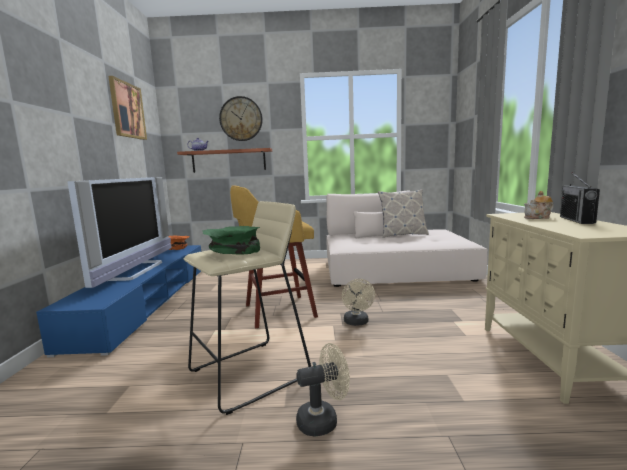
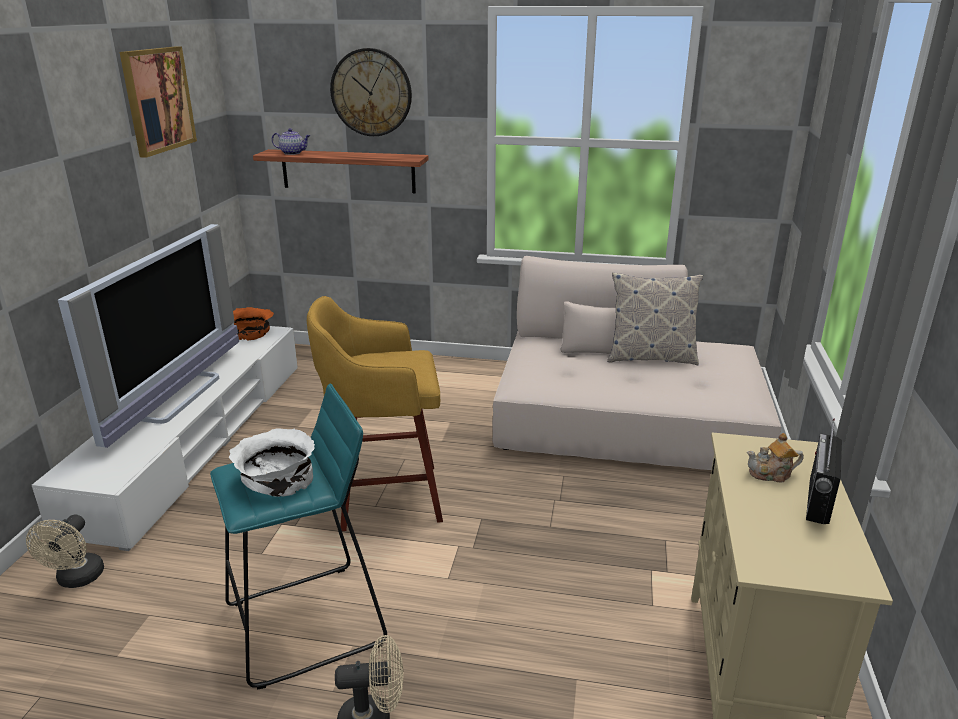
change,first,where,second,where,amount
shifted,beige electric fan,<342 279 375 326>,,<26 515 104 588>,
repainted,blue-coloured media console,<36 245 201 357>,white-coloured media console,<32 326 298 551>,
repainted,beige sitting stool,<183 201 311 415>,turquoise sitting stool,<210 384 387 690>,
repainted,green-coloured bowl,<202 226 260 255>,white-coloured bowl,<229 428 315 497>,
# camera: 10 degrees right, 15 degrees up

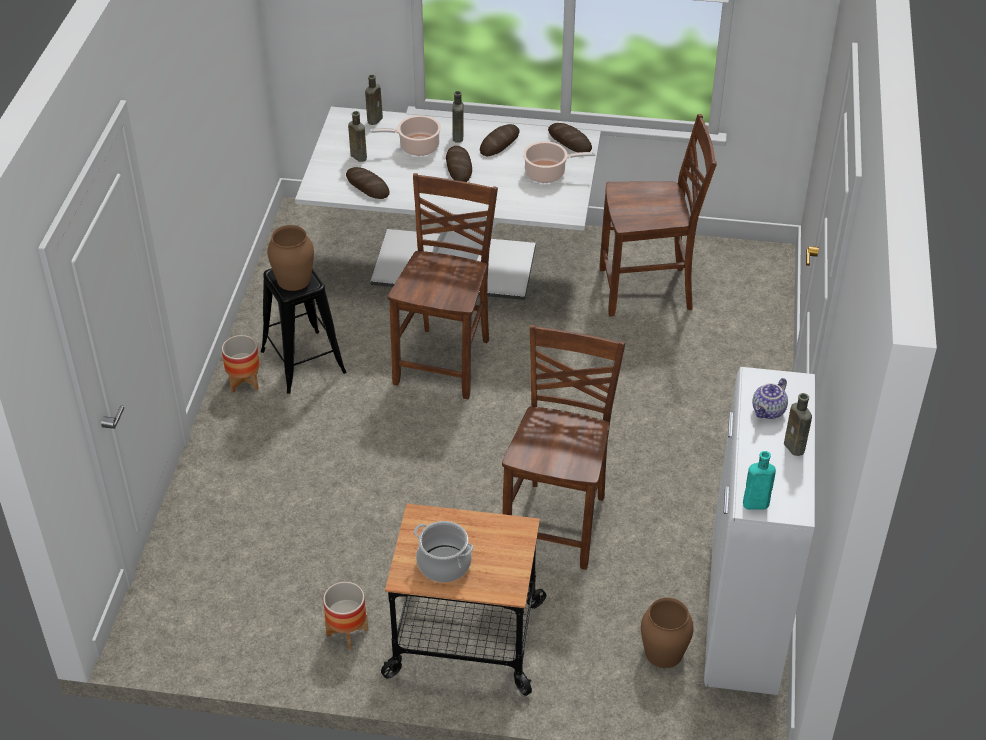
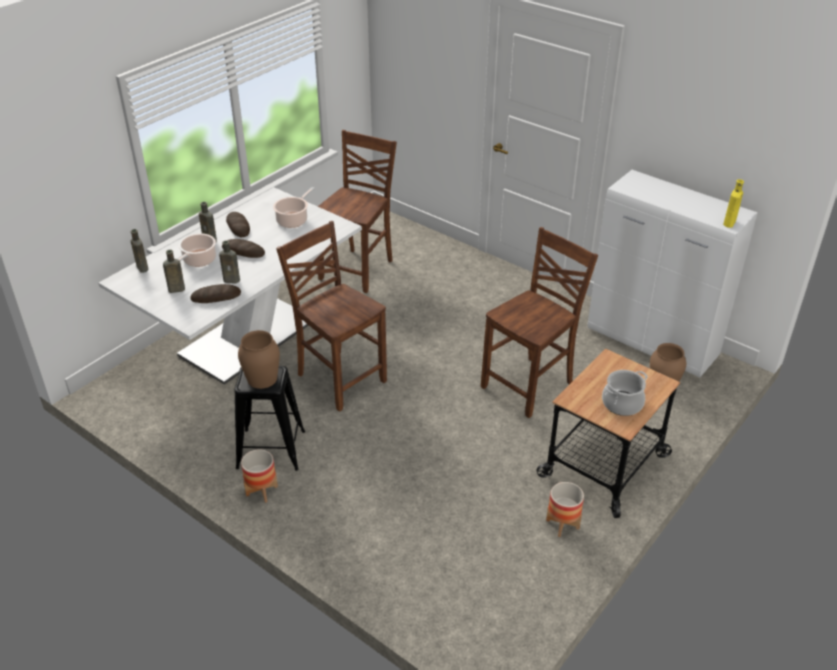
change,first,where,second,where,amount
gone,baked bread,<548 123 592 152>,,,
gone,pot for tea,<752 378 788 419>,,,
shifted,brown drink bottle,<784 393 812 456>,,<219 240 240 283>,
repainted,turquoise drink bottle,<743 451 776 510>,yellow-coloured drink bottle,<723 179 744 228>,
rotated,brown upright chair,<502 325 626 570>,,<481 227 598 418>,90 degrees clockwise
# camera: 60 degrees left, 5 degrees down

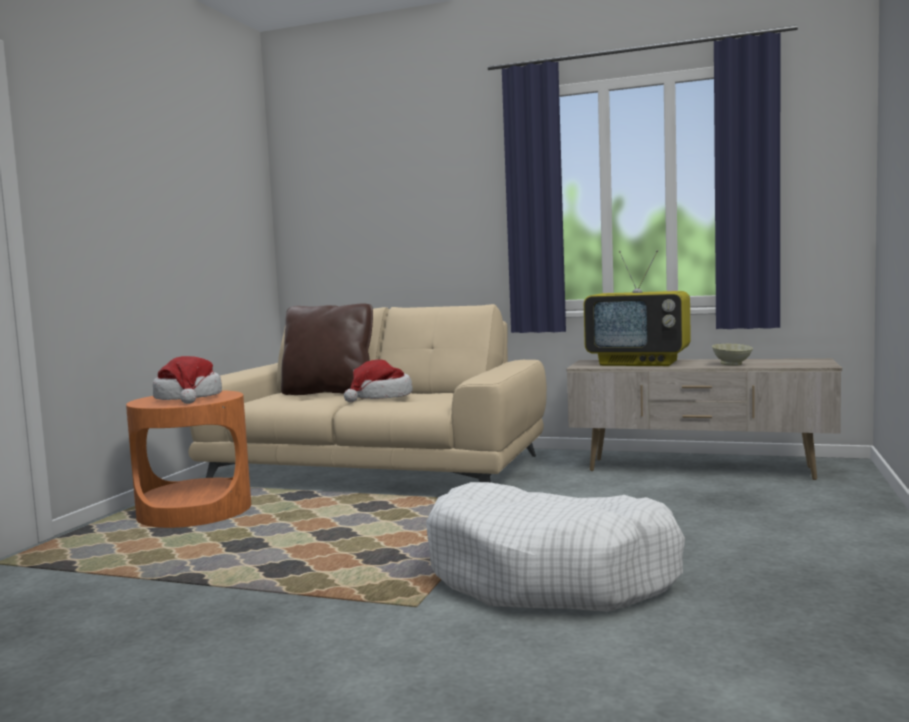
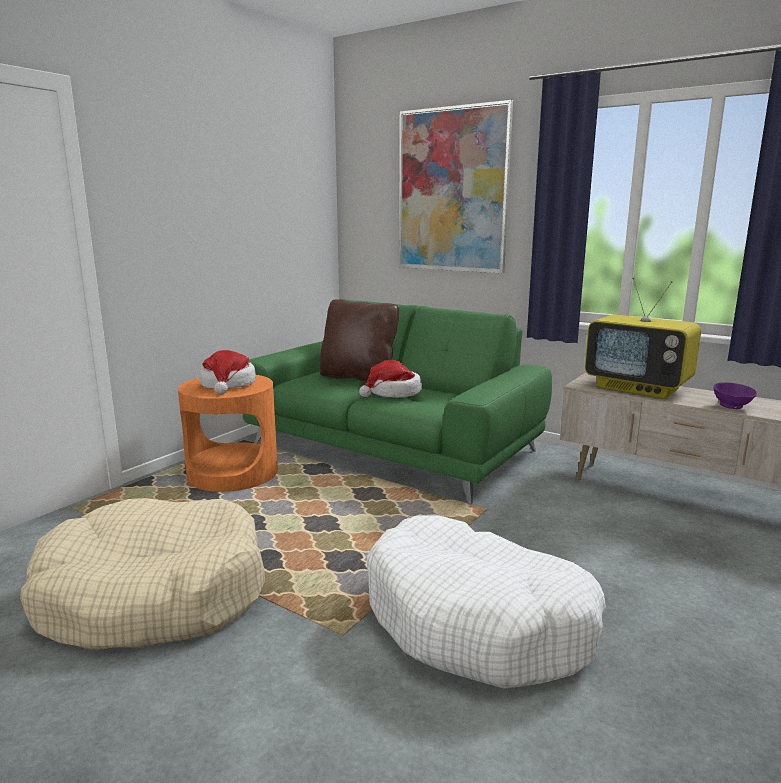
change,first,where,second,where,amount
new,,,beige pet bed,<20 498 265 651>,
new,,,wall picture,<399 100 513 273>,
repainted,beige settee,<188 304 547 483>,green-coloured settee,<243 299 552 504>,
repainted,beige bowl,<712 344 753 366>,purplish bowl,<713 382 757 409>,
# camera: 15 degrees right, 10 degrees up

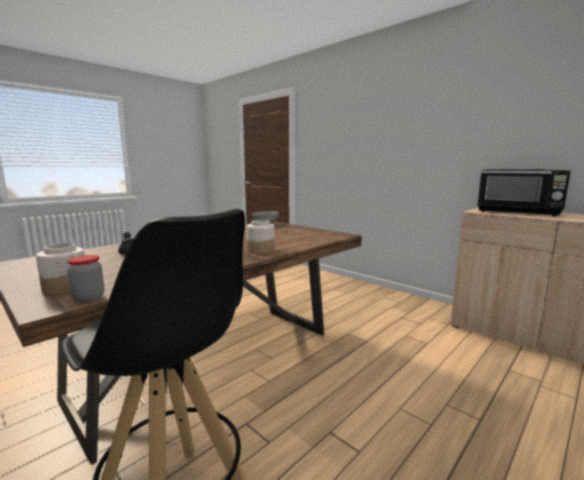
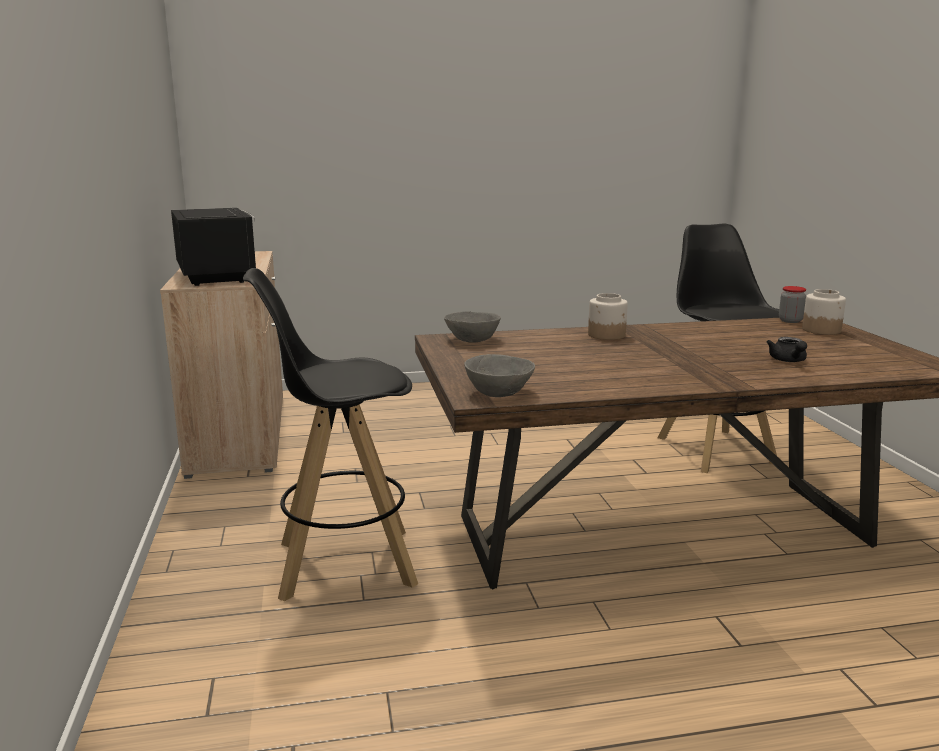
change,first,where,second,where,amount
new,,,blackish sitting stool,<243 268 418 601>,
new,,,gray bowl,<444 311 501 343>,
# camera: 145 degrees left, 5 degrees up

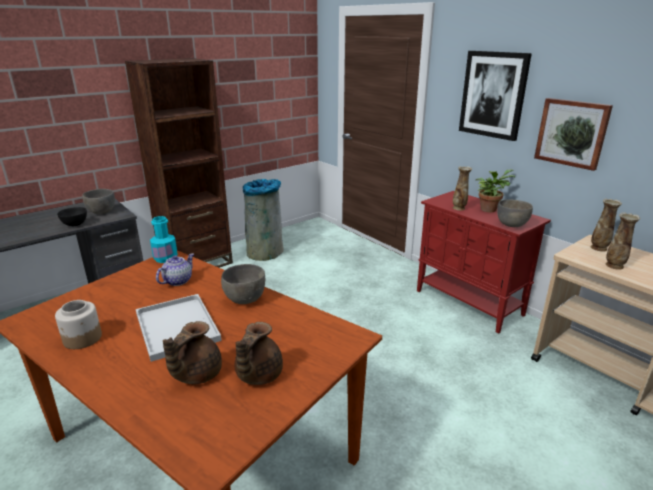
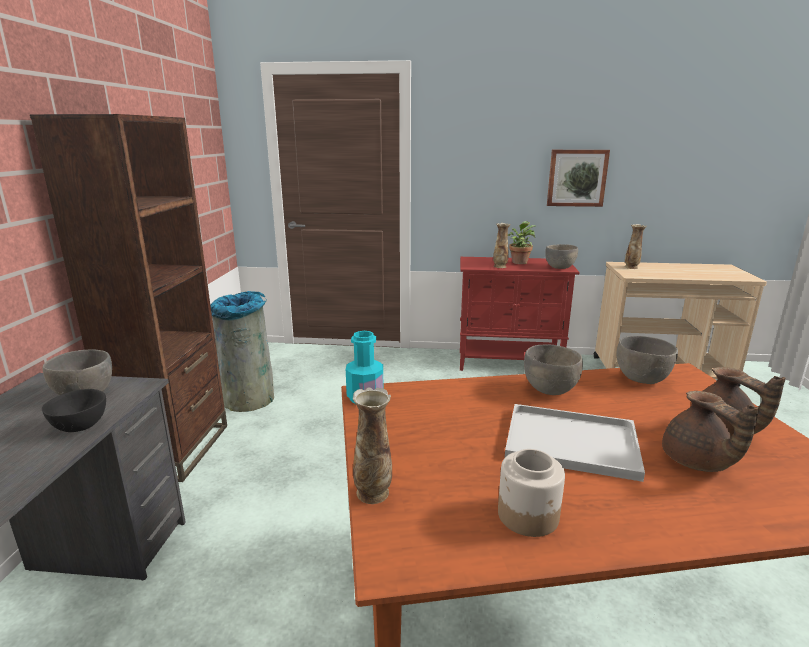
change,first,where,second,where,amount
gone,pot for tea,<156 254 194 286>,,,
gone,wall picture,<459 51 532 141>,,,
new,,,gray bowl,<617 336 678 384>,
shifted,flower vase,<606 212 640 270>,,<353 387 392 504>,
# camera: 45 degrees left, 5 degrees down

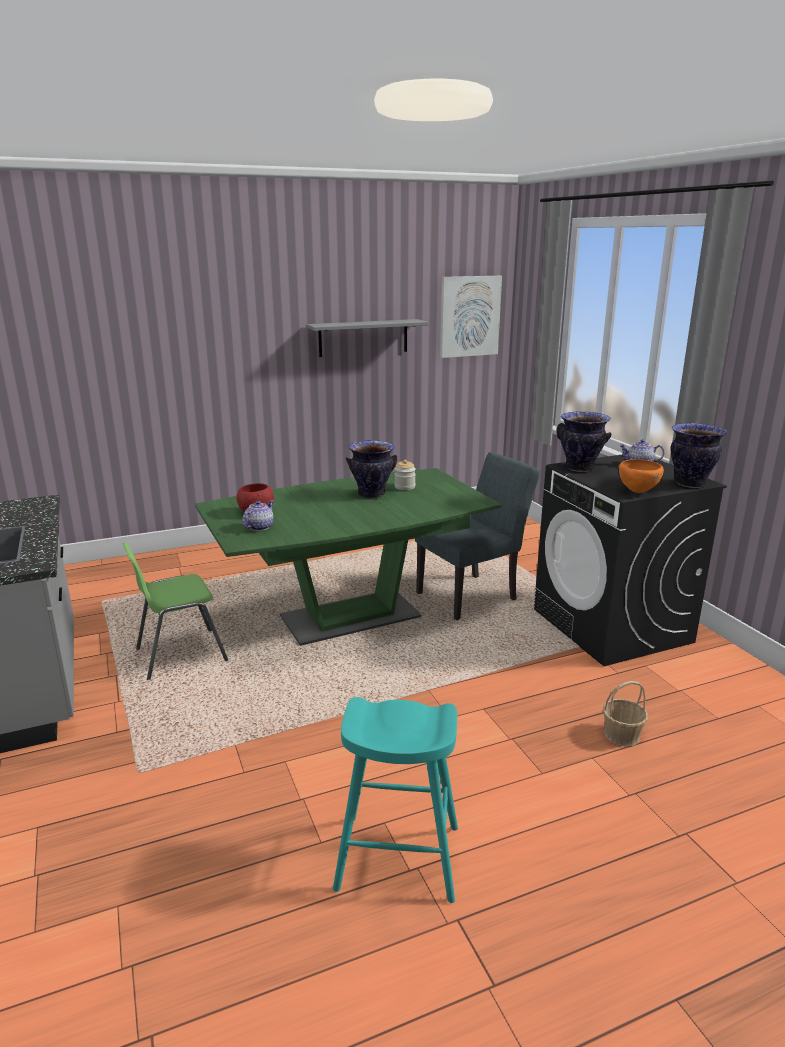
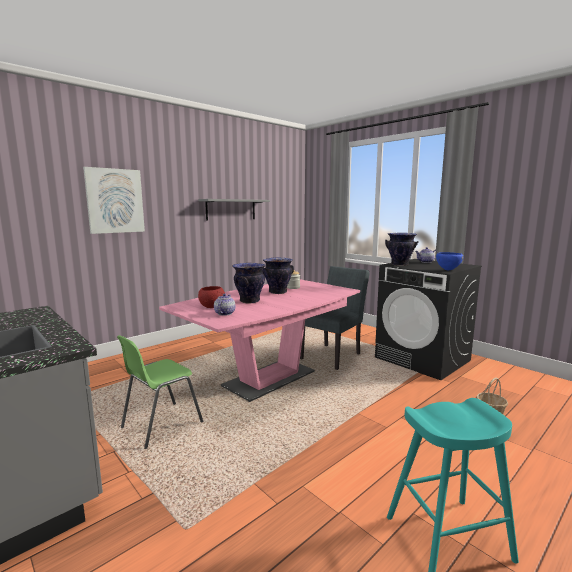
change,first,where,second,where,amount
shifted,wall picture,<440 276 502 358>,,<83 167 145 234>,
shifted,flower vase,<671 423 727 488>,,<232 263 266 303>,
repainted,green-coloured dining table,<195 468 501 646>,pink-coloured dining table,<159 279 360 402>,
repainted,orange-coloured bowl,<619 459 664 493>,blue-coloured bowl,<436 252 463 270>,
# camera: 20 degrees left, 10 degrees down

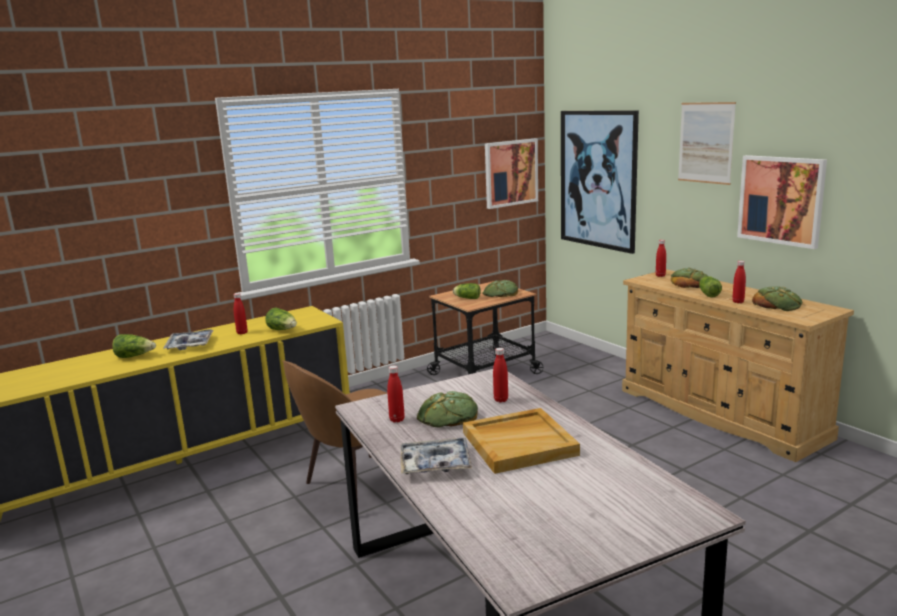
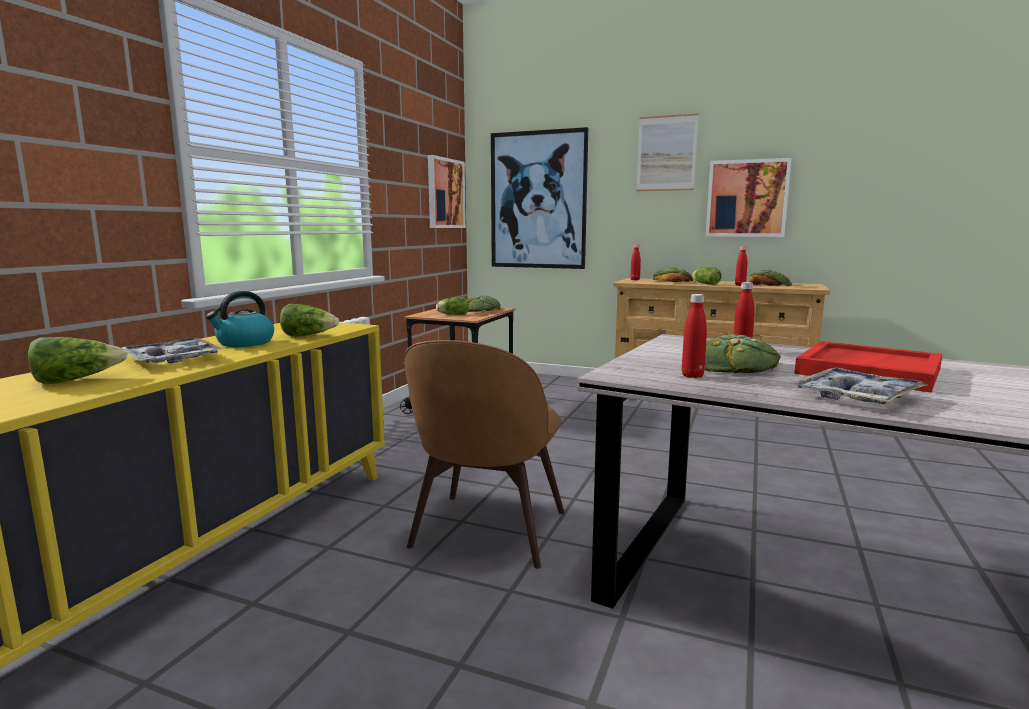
change,first,where,second,where,amount
swapped,red drink bottle,<234 293 248 334>,water kettle,<206 291 274 347>,
repainted,beige carrying tray,<463 408 580 474>,red carrying tray,<794 341 943 393>,
# camera: 35 degrees left, 5 degrees down

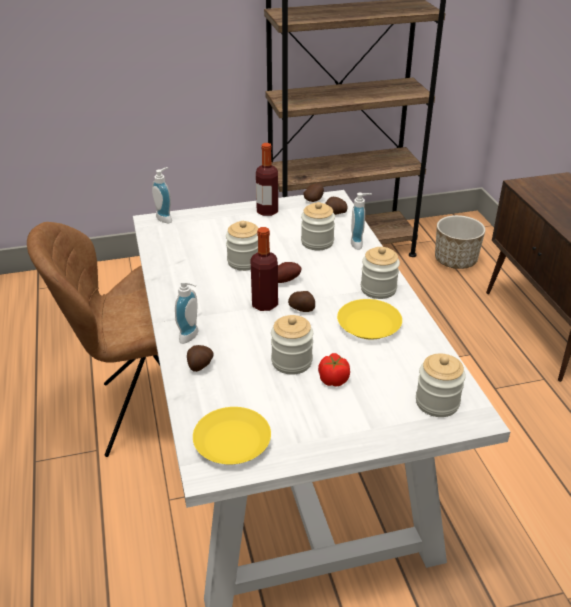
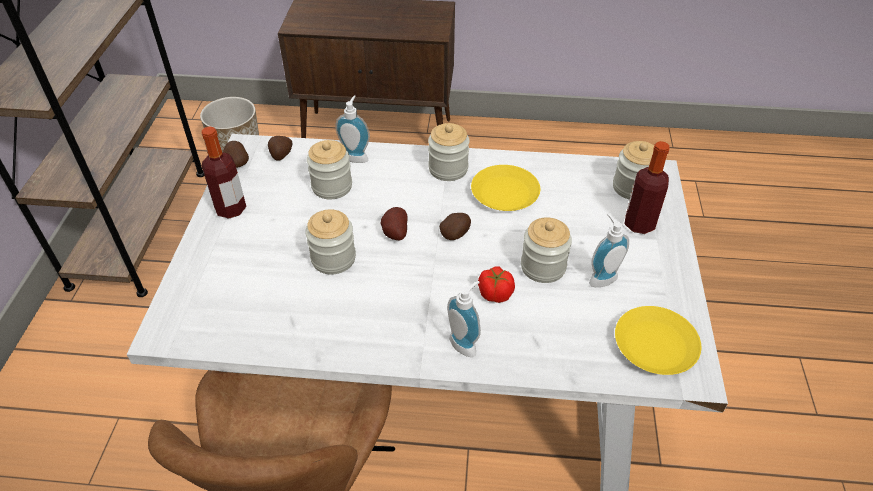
change,first,where,second,where,amount
gone,whole potato,<187 345 214 372>,,,
shifted,soap dispenser,<152 167 172 223>,,<589 213 629 287>,
shifted,drink bottle,<251 227 278 311>,,<624 141 669 234>,
shifted,whole tomato,<318 353 350 387>,,<478 266 515 303>,
# camera: 70 degrees left, 10 degrees up

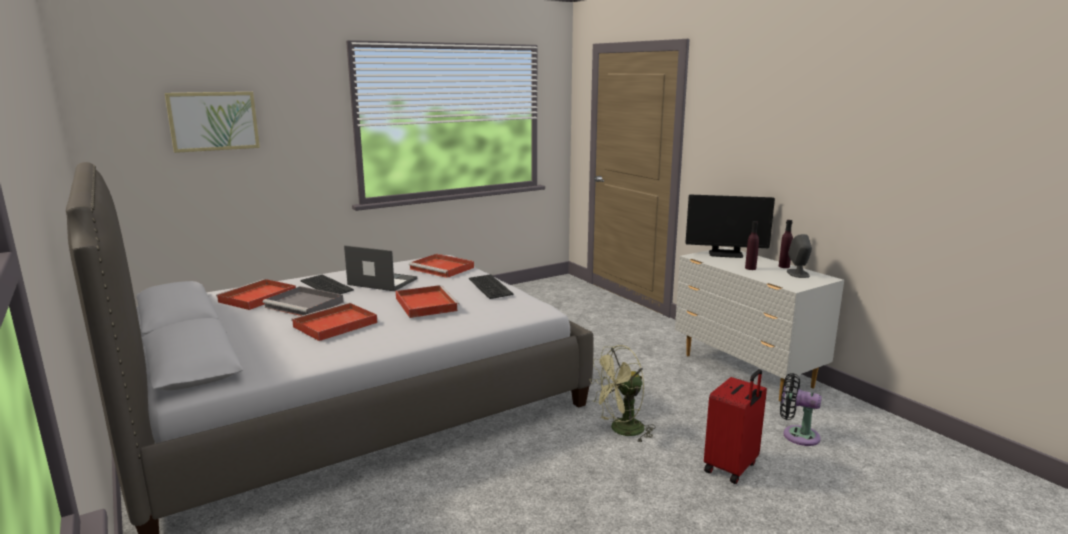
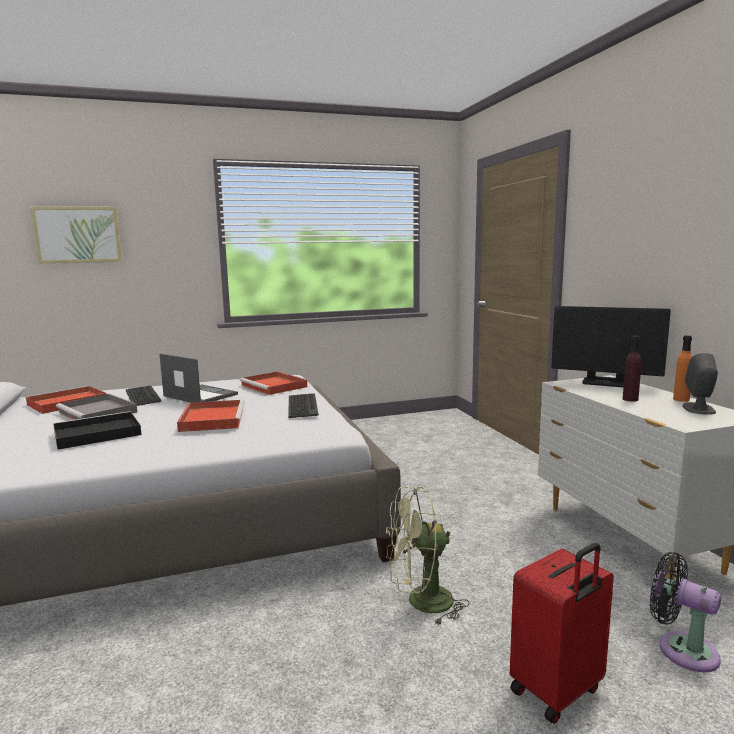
change,first,where,second,where,amount
repainted,red carrying tray,<291 303 377 341>,blackish carrying tray,<53 411 142 450>,
repainted,purplish drink bottle,<779 220 793 268>,orange-coloured drink bottle,<673 335 692 402>,
# camera: 15 degrees right, 5 degrees down

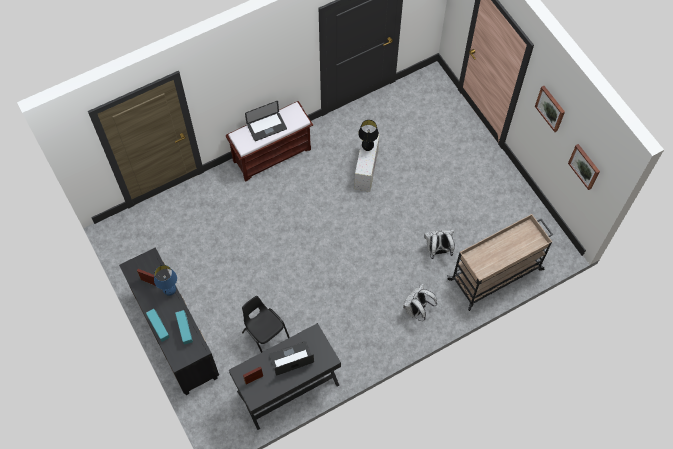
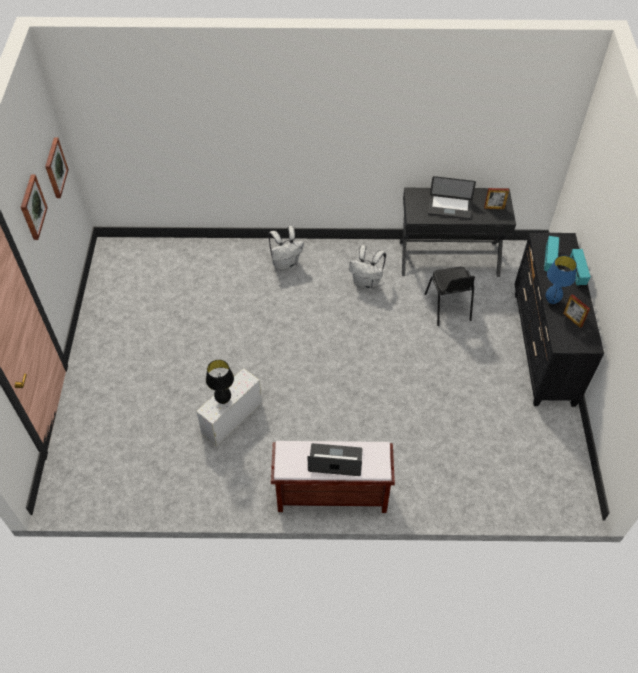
change,first,where,second,where,amount
gone,beige wheeled cart,<447 214 553 311>,,,
shifted,white-coloured rucksack,<424 230 455 259>,,<349 245 386 290>,
# camera: 150 degrees left, 10 degrees down

